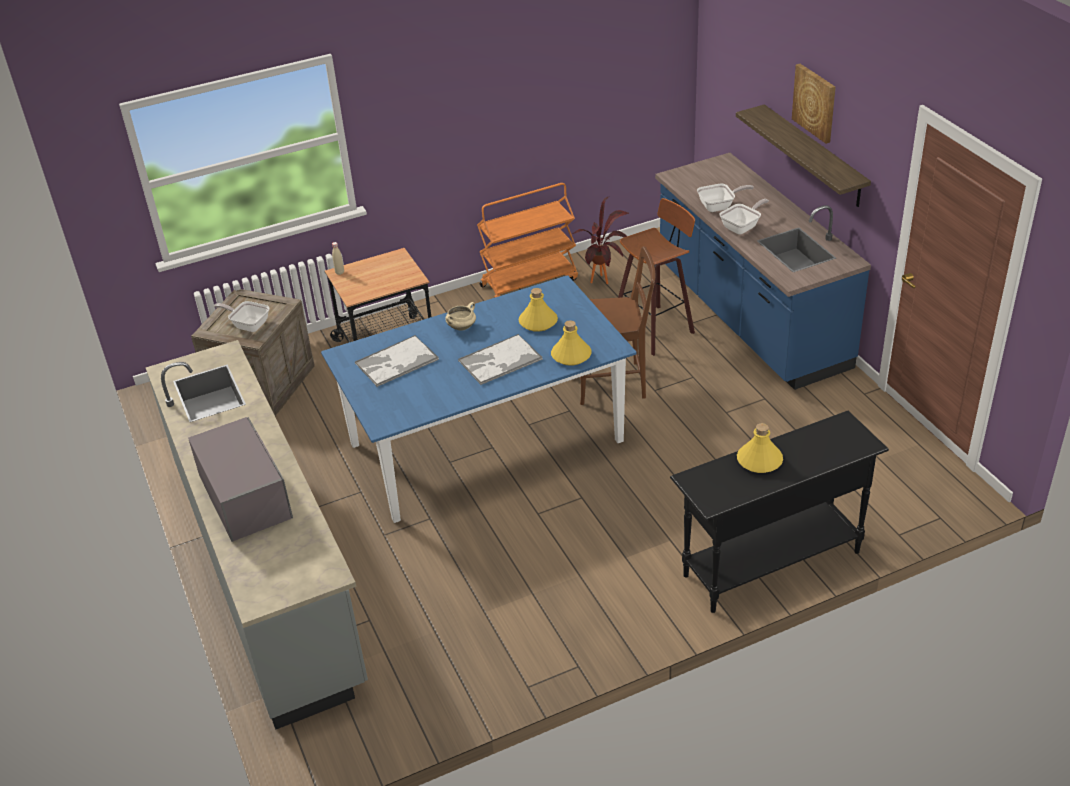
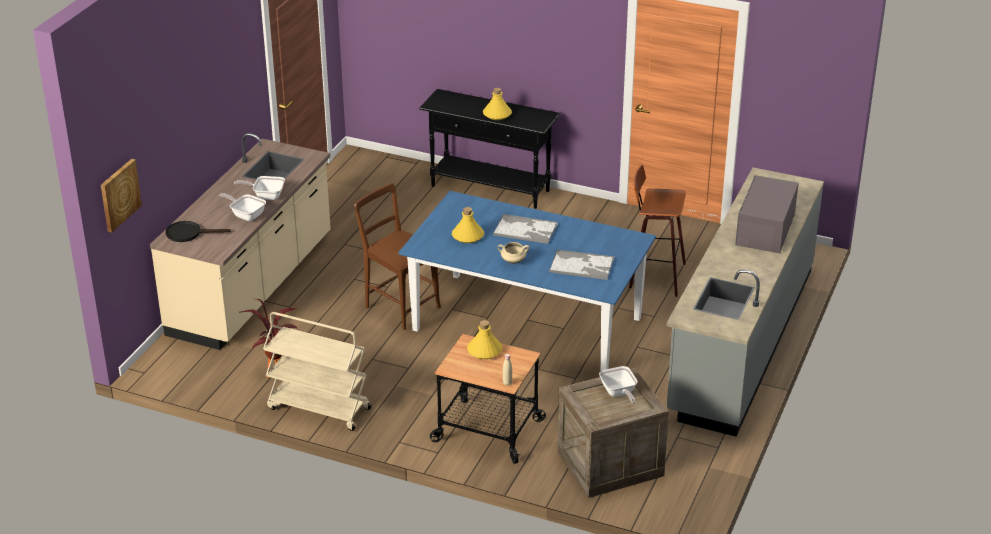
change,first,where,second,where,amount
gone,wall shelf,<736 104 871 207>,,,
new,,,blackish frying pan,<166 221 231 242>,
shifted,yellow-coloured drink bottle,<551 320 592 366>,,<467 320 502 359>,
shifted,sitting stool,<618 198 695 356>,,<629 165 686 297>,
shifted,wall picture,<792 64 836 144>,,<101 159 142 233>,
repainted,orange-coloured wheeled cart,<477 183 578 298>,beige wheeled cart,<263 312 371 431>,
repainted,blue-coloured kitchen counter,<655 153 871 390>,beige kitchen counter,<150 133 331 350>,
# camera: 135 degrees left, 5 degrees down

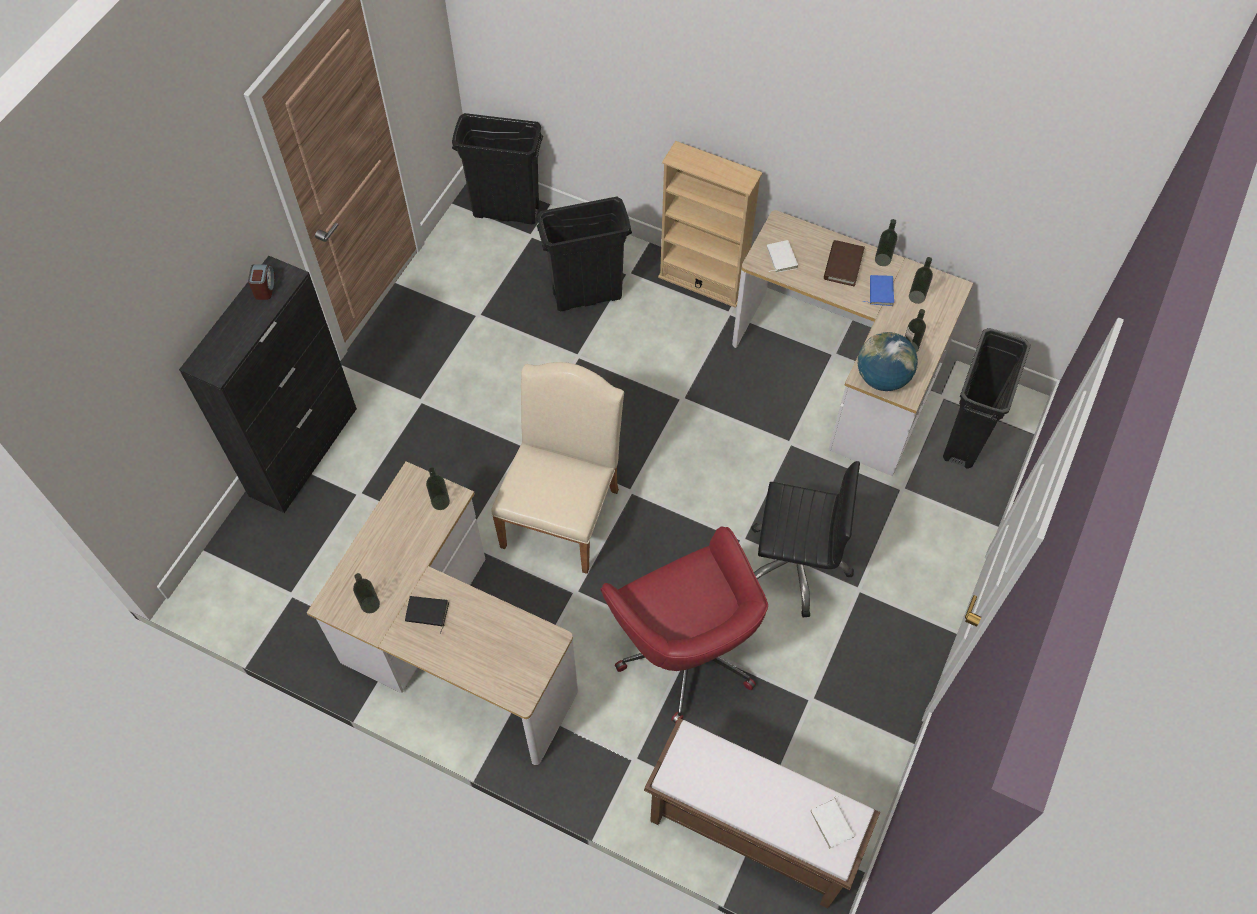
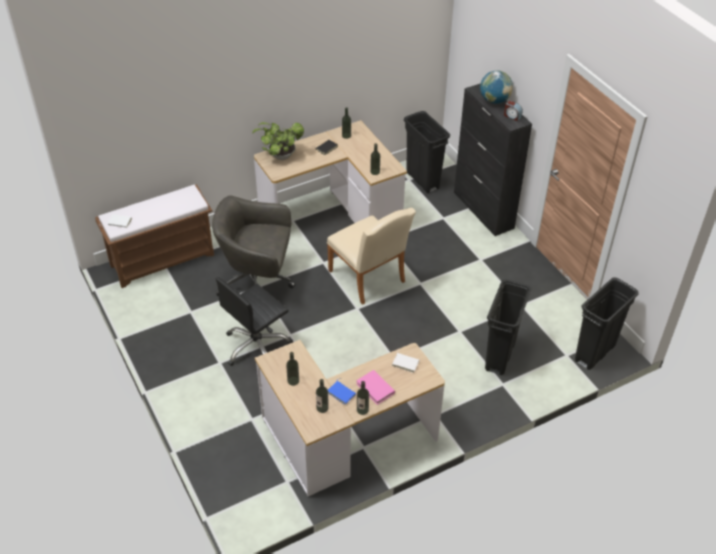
change,first,where,second,where,amount
gone,beige bookshelf,<658 141 763 308>,,,
new,,,houseplant,<252 122 304 160>,
shifted,desk globe,<858 332 918 391>,,<480 71 513 104>,
shifted,blackish waste bin,<943 328 1031 469>,,<404 111 450 193>,
repainted,red office chair,<601 527 768 724>,gray office chair,<212 195 295 296>,
repainted,brown bound book,<824 240 865 287>,pink-coloured bound book,<356 370 395 405>,
# camera: 125 degrees right, 15 degrees down

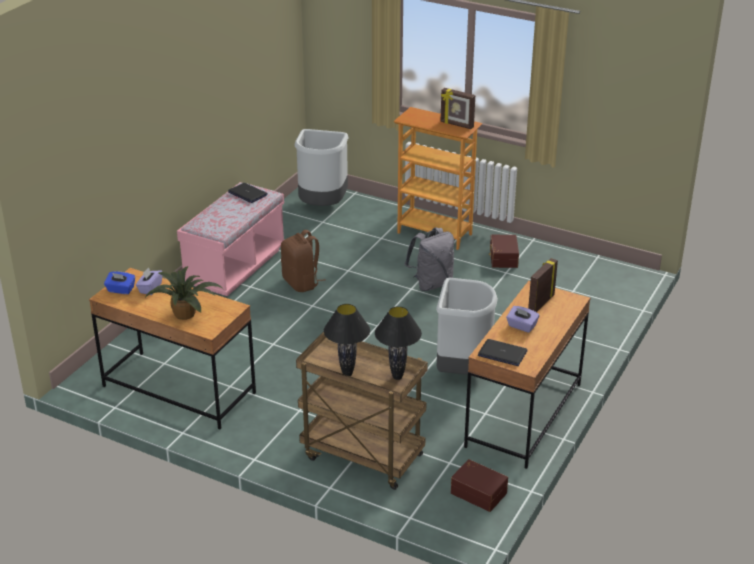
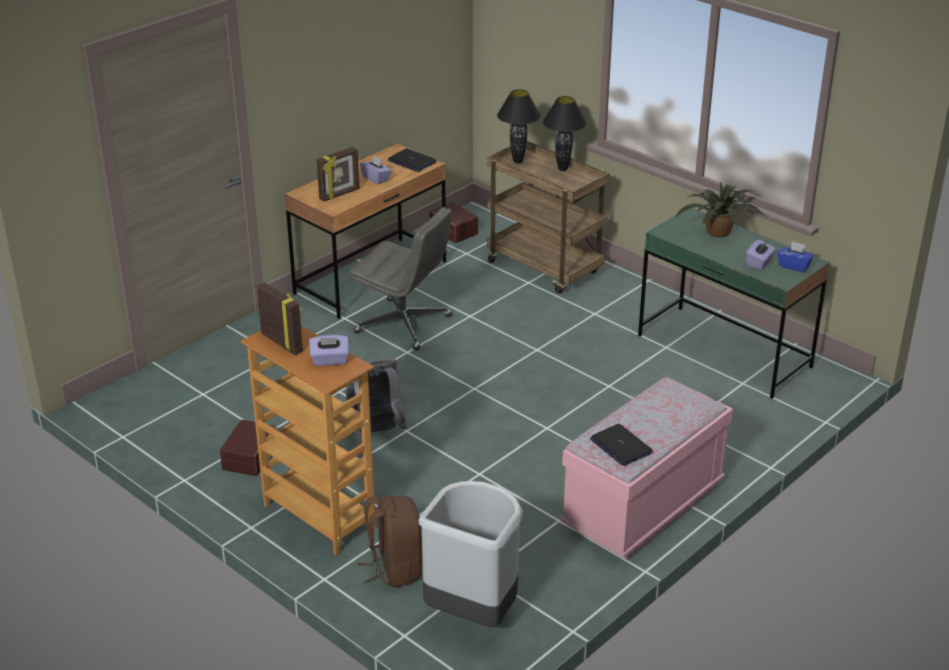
change,first,where,second,where,amount
new,,,purplish tissue holder,<309 335 349 366>,
shifted,brown rucksack,<281 230 326 292>,,<357 496 422 588>,
swapped,gray waste bin,<436 278 498 375>,gray office chair,<349 207 452 350>,
repainted,brown desk unit,<89 268 256 429>,green-coloured desk unit,<638 208 830 399>,
# camera: 165 degrees left, 0 degrees up

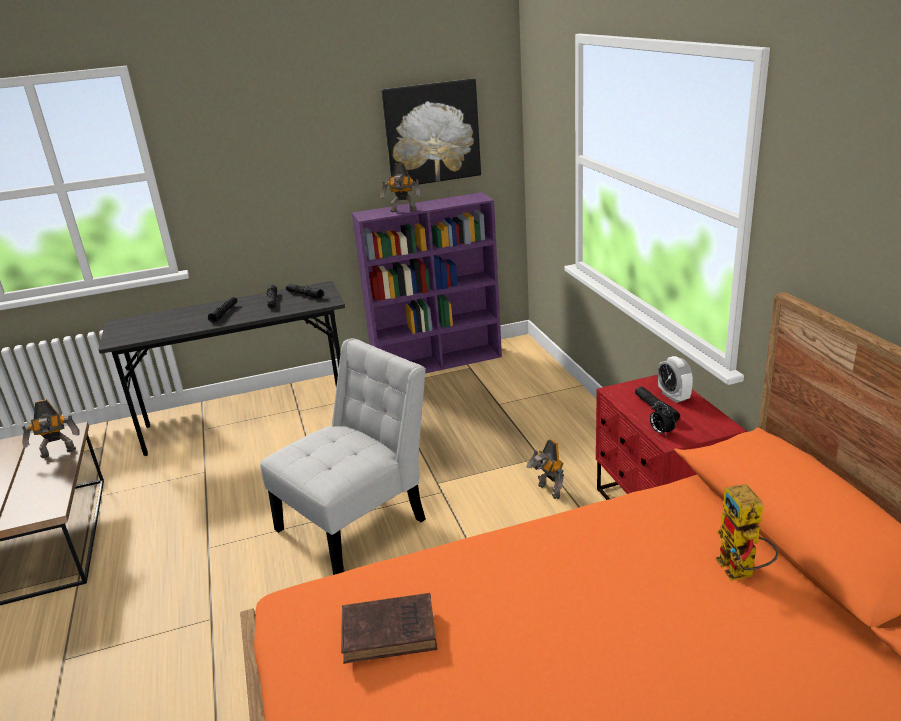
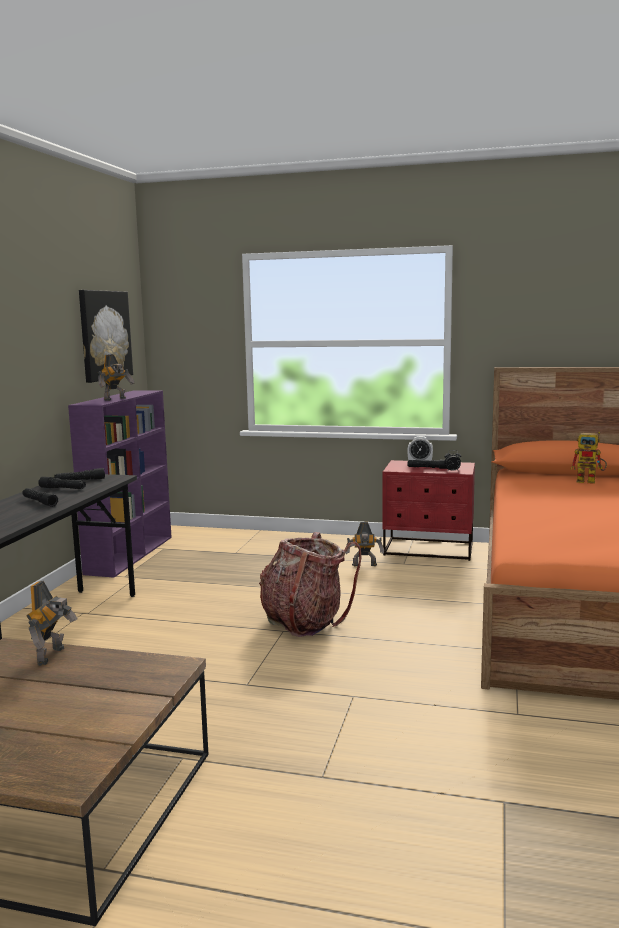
change,first,where,second,where,amount
gone,brown bound book,<341 593 437 664>,,,
swapped,white-coloured upright chair,<260 338 426 575>,rucksack,<259 532 361 637>,
# camera: 60 degrees left, 15 degrees down

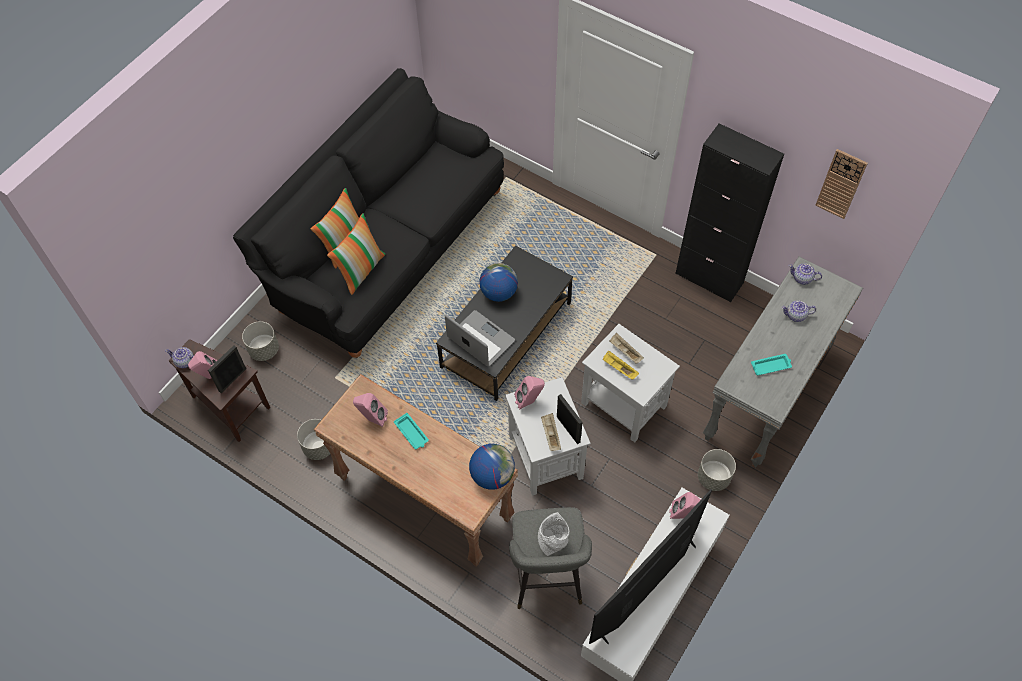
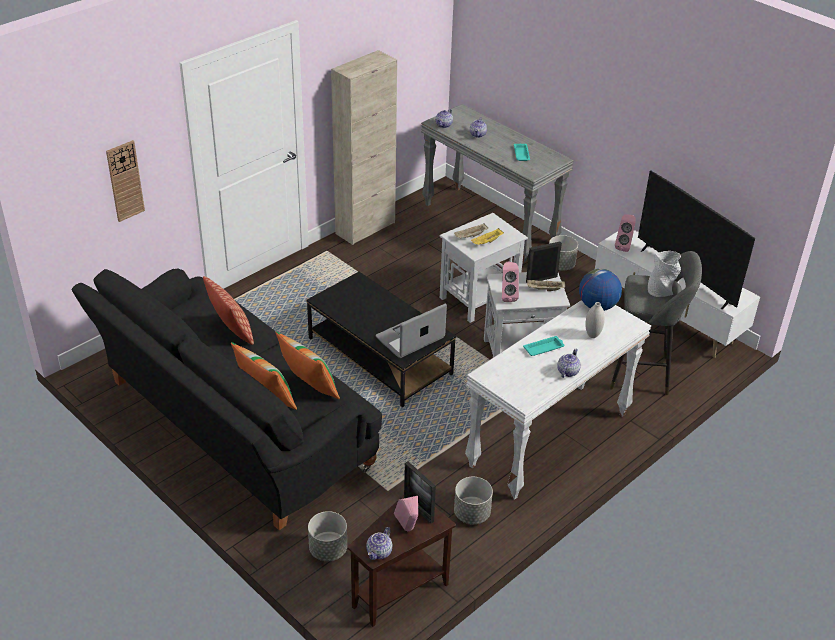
change,first,where,second,where,amount
gone,pink-coloured speaker,<353 393 388 427>,,,
gone,desk globe,<479 263 518 302>,,,
new,,,pillow,<203 276 254 345>,
new,,,pot for tea,<557 348 581 378>,
new,,,white-coloured flower vase,<585 302 605 338>,
shifted,hanging clock,<815 149 868 219>,,<106 140 145 222>,
repainted,brown narrow table,<314 374 518 567>,white-coloured narrow table,<465 300 651 500>,
repainted,blackish cabinet,<675 123 784 303>,beige cabinet,<331 50 397 245>,
# camera: 80 degrees left, 20 degrees down

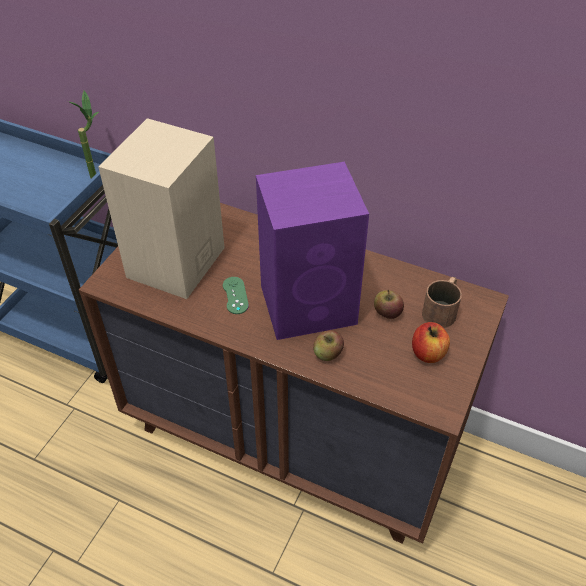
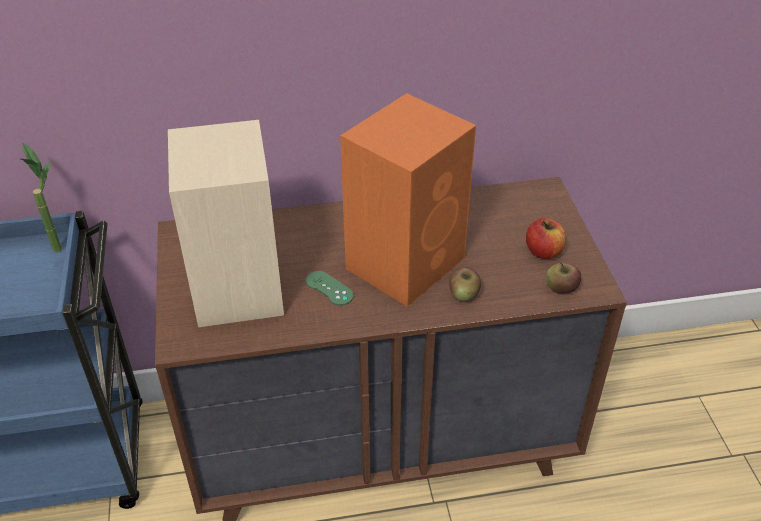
change,first,where,second,where,amount
gone,brown coffee mug,<422 277 462 328>,,,
shifted,apple fruit,<374 290 404 319>,,<546 262 581 293>,
repainted,purplish speaker,<256 162 369 340>,orange-coloured speaker,<340 93 476 307>,
# camera: 35 degrees left, 5 degrees down

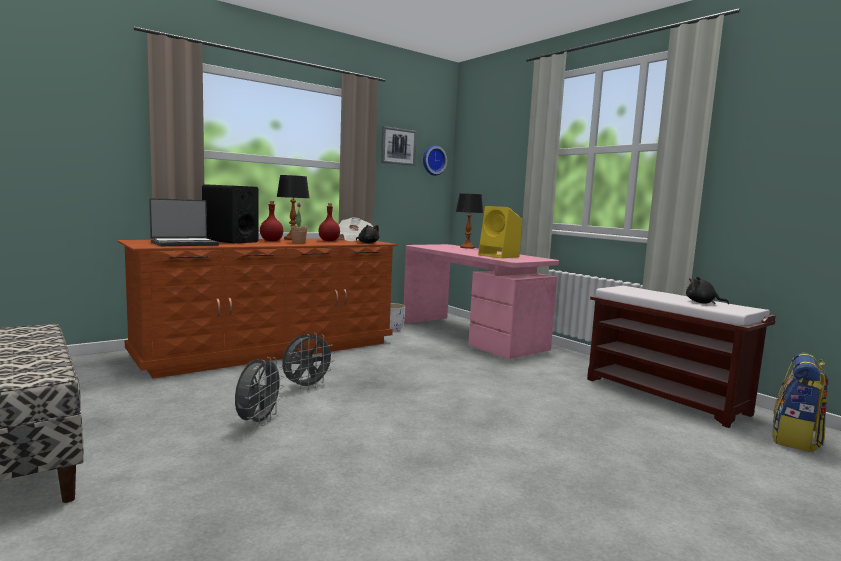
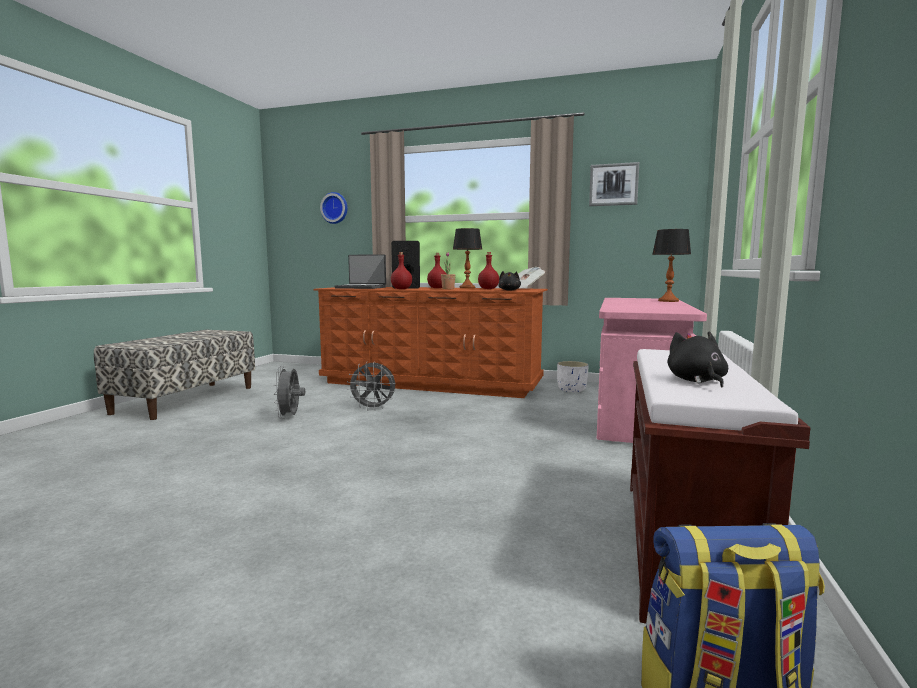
change,first,where,second,where,amount
gone,yellow-coloured speaker,<478 206 522 258>,,,
new,,,red drink bottle,<391 252 412 289>,
shifted,hanging clock,<423 145 447 176>,,<320 192 348 224>,
rotated,gray electric fan,<235 357 284 427>,,<274 366 305 419>,105 degrees clockwise
# camera: 55 degrees right, 0 degrees up

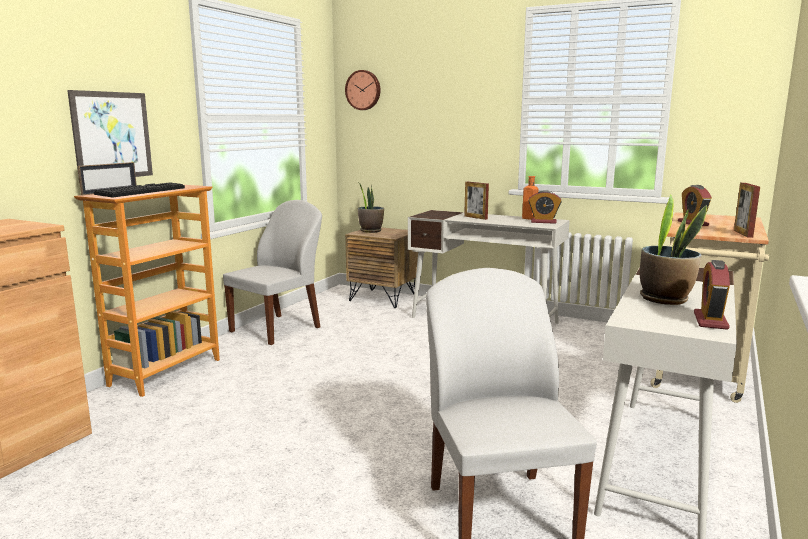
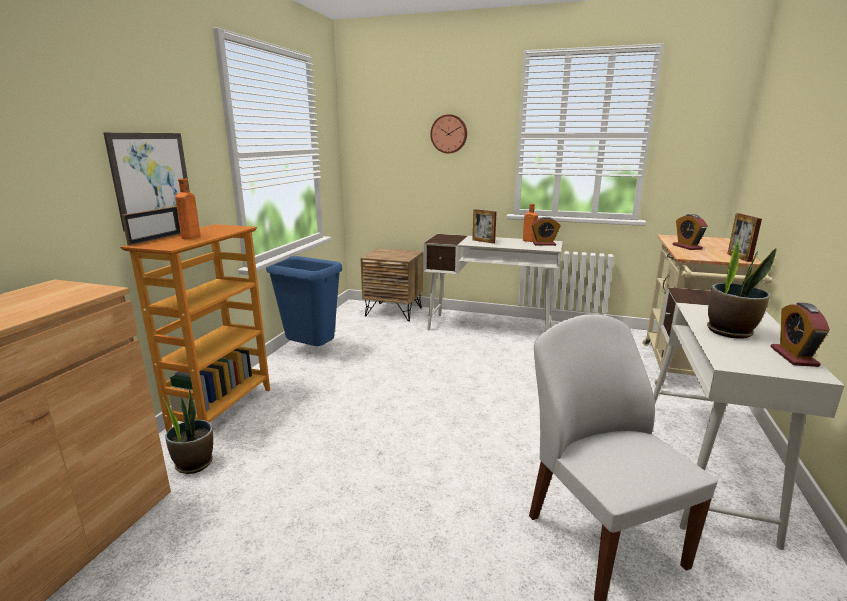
change,first,where,second,where,amount
shifted,hanging clock,<345 70 381 110>,,<430 114 467 153>,
shifted,houseplant,<358 182 384 233>,,<160 388 213 474>,
swapped,computer keyboard,<94 182 185 197>,orange-coloured drink bottle,<175 178 200 239>,
swapped,white-coloured upright chair,<223 200 322 345>,blue-coloured waste bin,<266 256 342 346>,
# camera: 10 degrees left, 5 degrees up

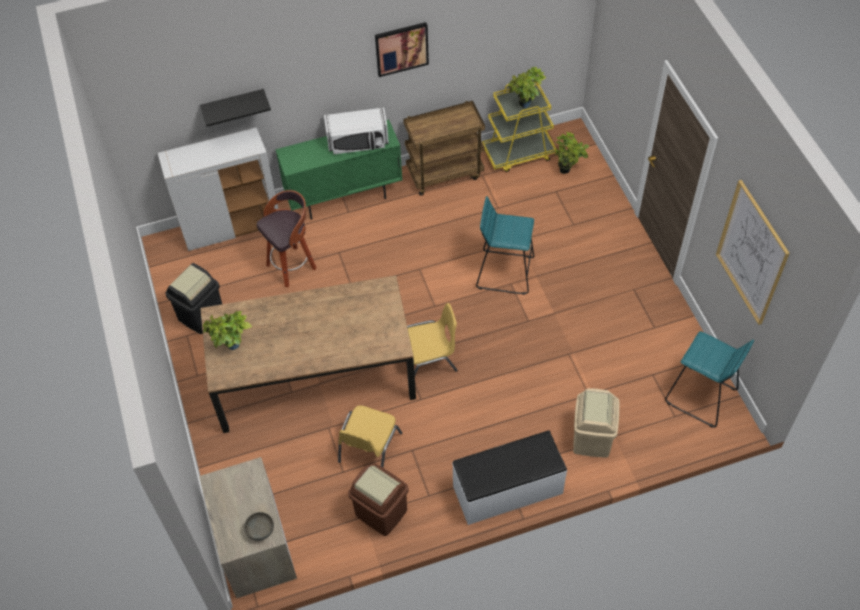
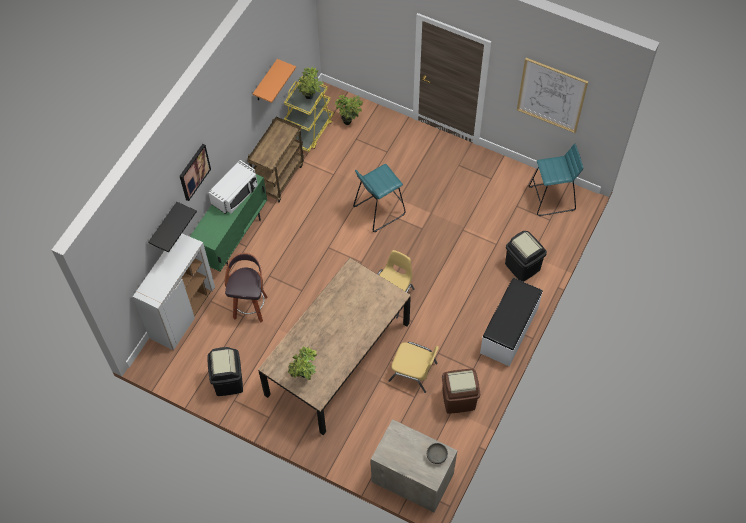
change,first,where,second,where,amount
new,,,orange-coloured wall shelf,<253 59 296 103>,
shifted,wall picture,<375 22 429 77>,,<180 144 211 201>,
repainted,beige waste bin,<573 388 619 458>,blackish waste bin,<505 231 547 282>,
rotated,yellow-coloured upright chair,<338 405 402 467>,,<388 342 439 393>,45 degrees counterclockwise
# camera: 45 degrees left, 5 degrees up

